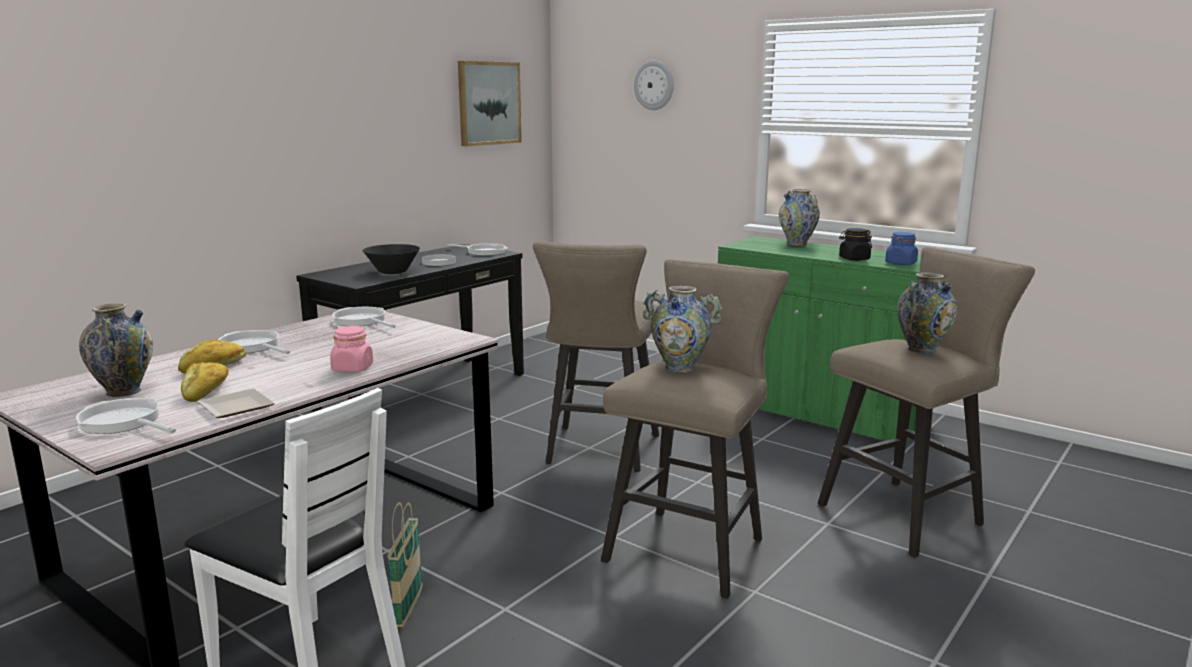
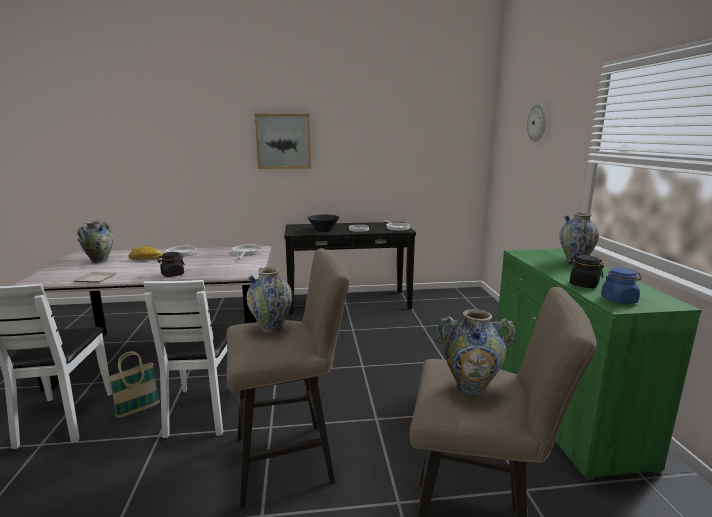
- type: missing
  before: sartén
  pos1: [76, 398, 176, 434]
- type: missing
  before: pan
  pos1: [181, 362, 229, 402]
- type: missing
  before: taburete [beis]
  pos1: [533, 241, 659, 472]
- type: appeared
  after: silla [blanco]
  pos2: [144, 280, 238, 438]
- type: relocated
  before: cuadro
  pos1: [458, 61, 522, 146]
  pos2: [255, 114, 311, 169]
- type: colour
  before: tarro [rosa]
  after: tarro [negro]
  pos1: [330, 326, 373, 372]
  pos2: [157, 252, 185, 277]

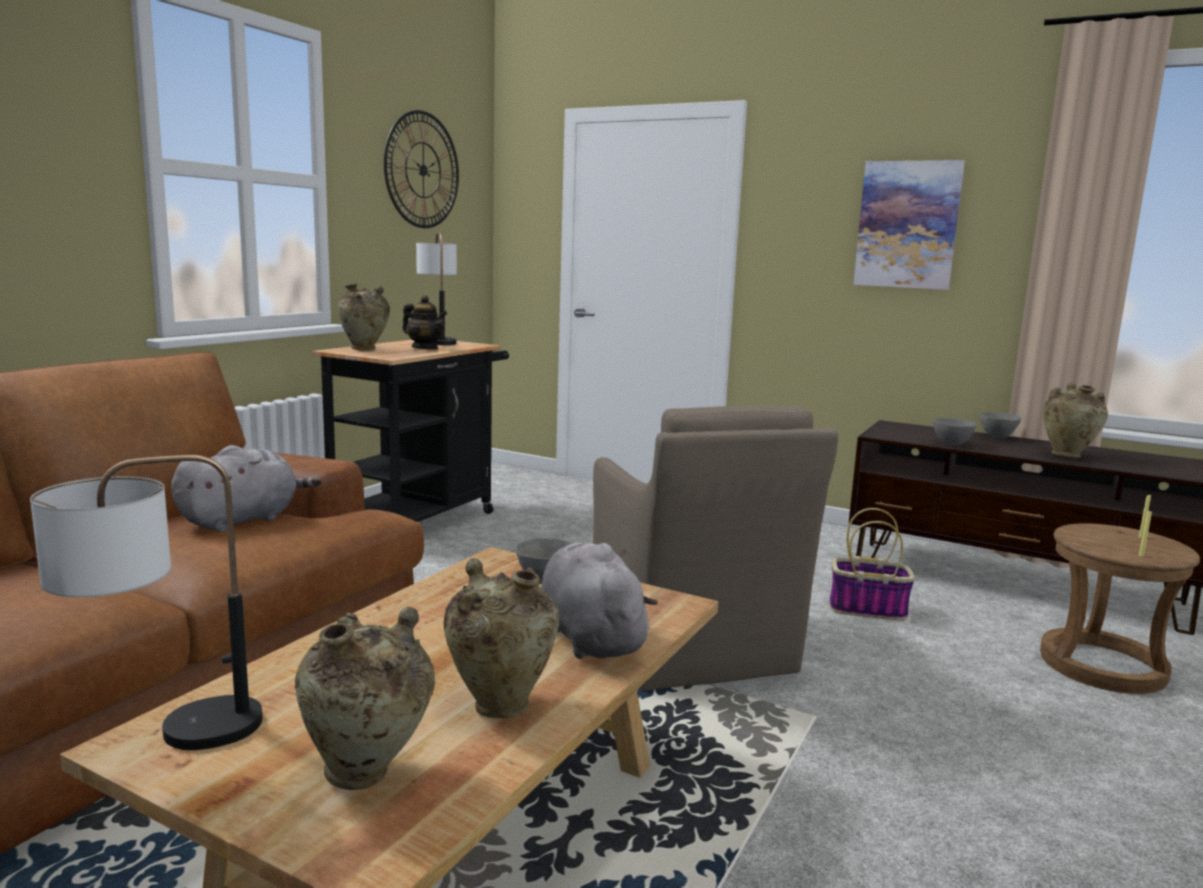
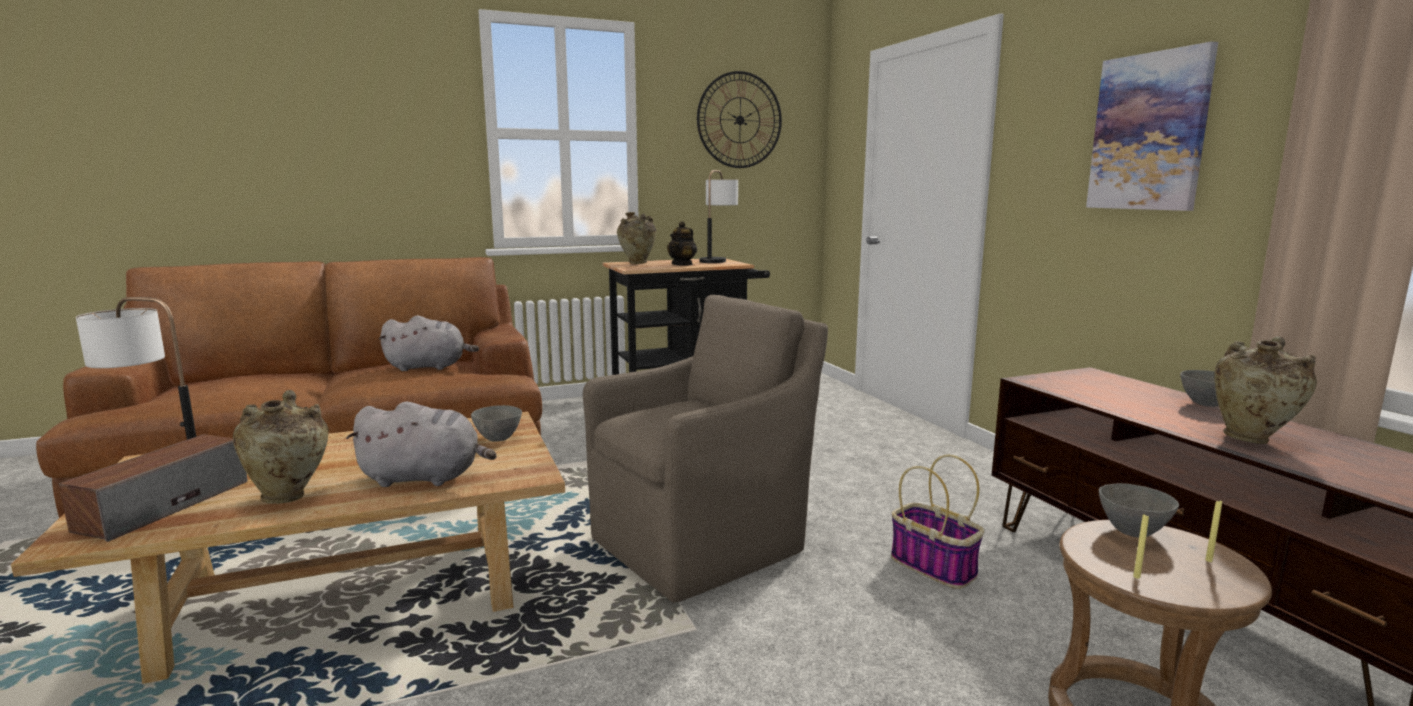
- type: relocated
  before: cuenco [gris]
  pos1: [933, 418, 977, 446]
  pos2: [1099, 483, 1179, 537]
- type: exchanged
  before: florero [beis]
  after: altavoz
  pos1: [295, 607, 435, 790]
  pos2: [59, 434, 248, 542]
- type: spun
  before: tetera
  pos1: [402, 295, 447, 349]
  pos2: [667, 221, 697, 266]
  turn: 45
- type: spun
  before: peluche [gris]
  pos1: [541, 543, 658, 659]
  pos2: [346, 401, 497, 487]
  turn: 75
- type: spun
  before: sillón [marrón]
  pos1: [593, 406, 838, 691]
  pos2: [583, 295, 828, 602]
  turn: -150

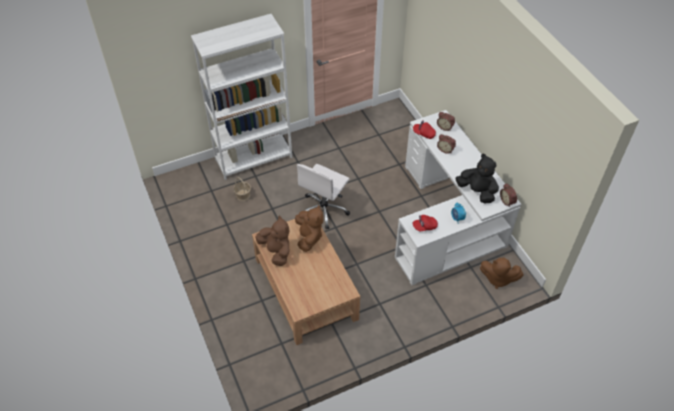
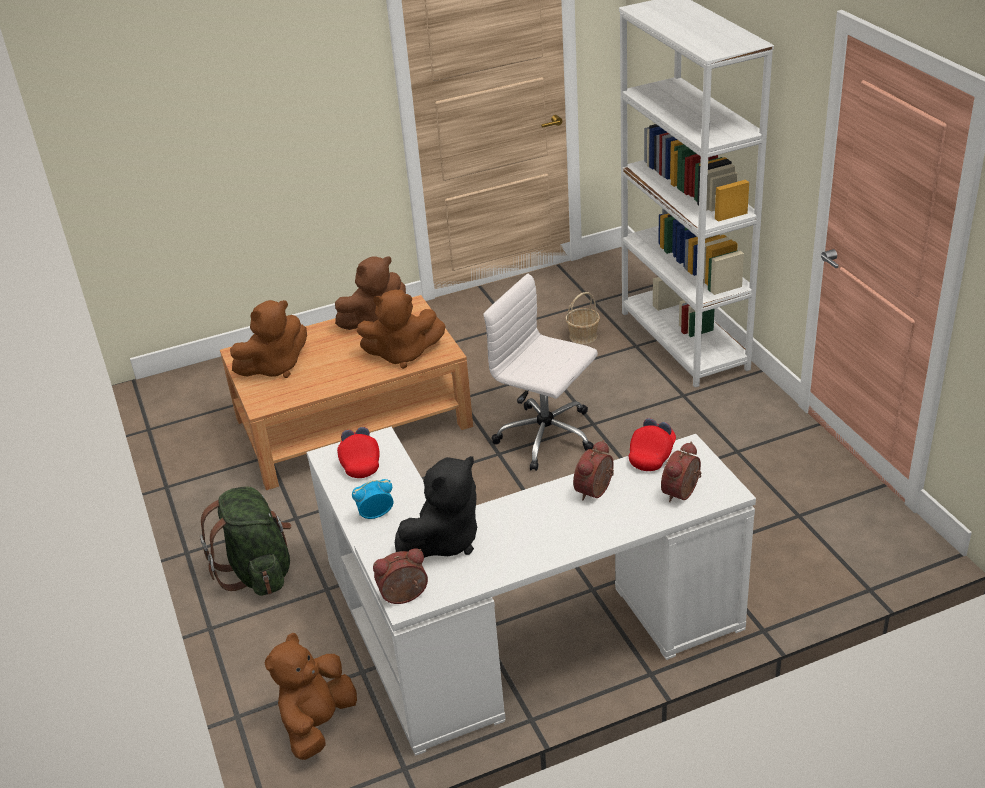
- type: appeared
  after: mochila [verde]
  pos2: [200, 487, 291, 596]
- type: appeared
  after: peluche [marrón]
  pos2: [230, 300, 307, 378]

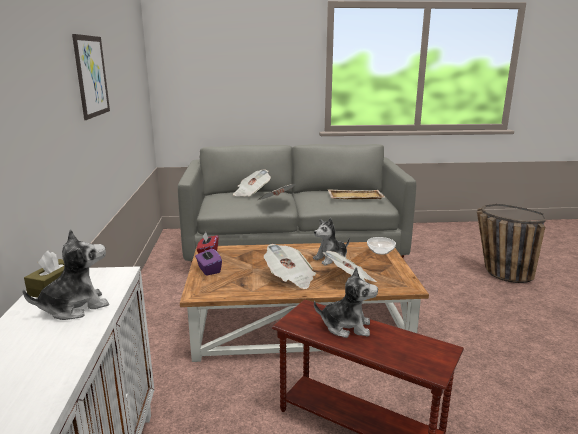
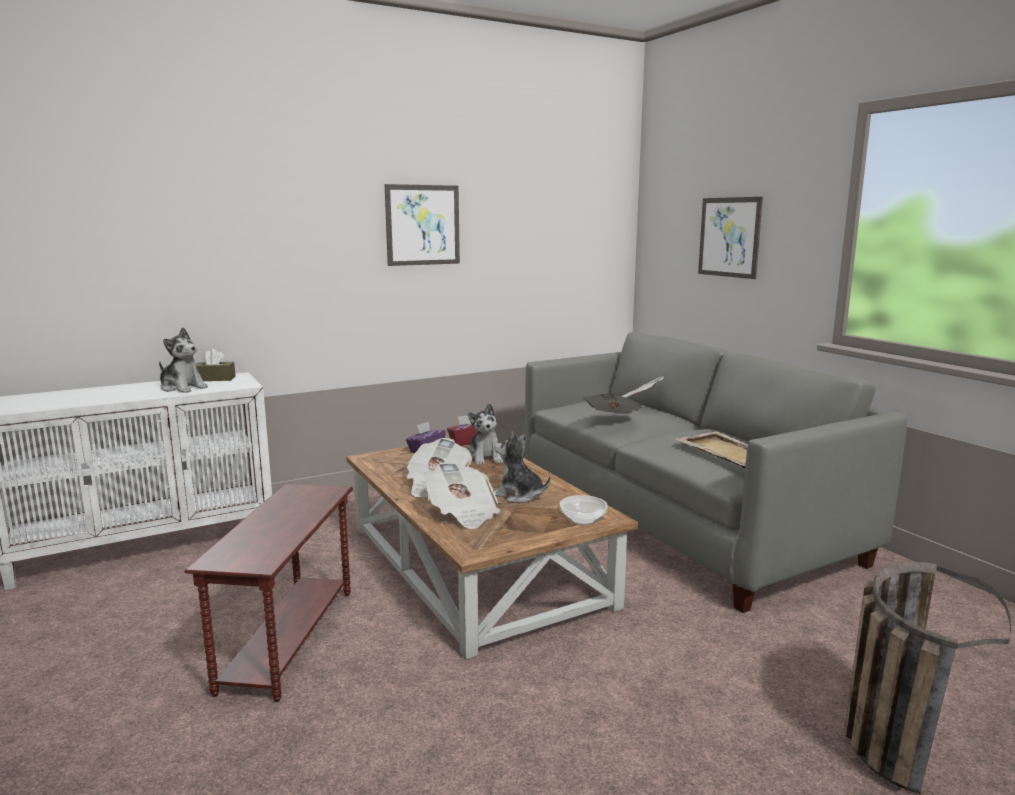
- type: appeared
  after: cuadro
  pos2: [698, 197, 763, 279]
- type: relocated
  before: peluche
  pos1: [314, 267, 378, 338]
  pos2: [468, 403, 503, 465]

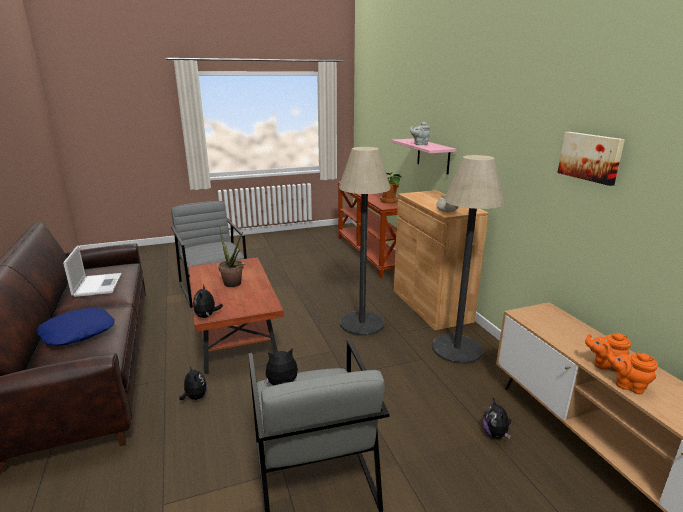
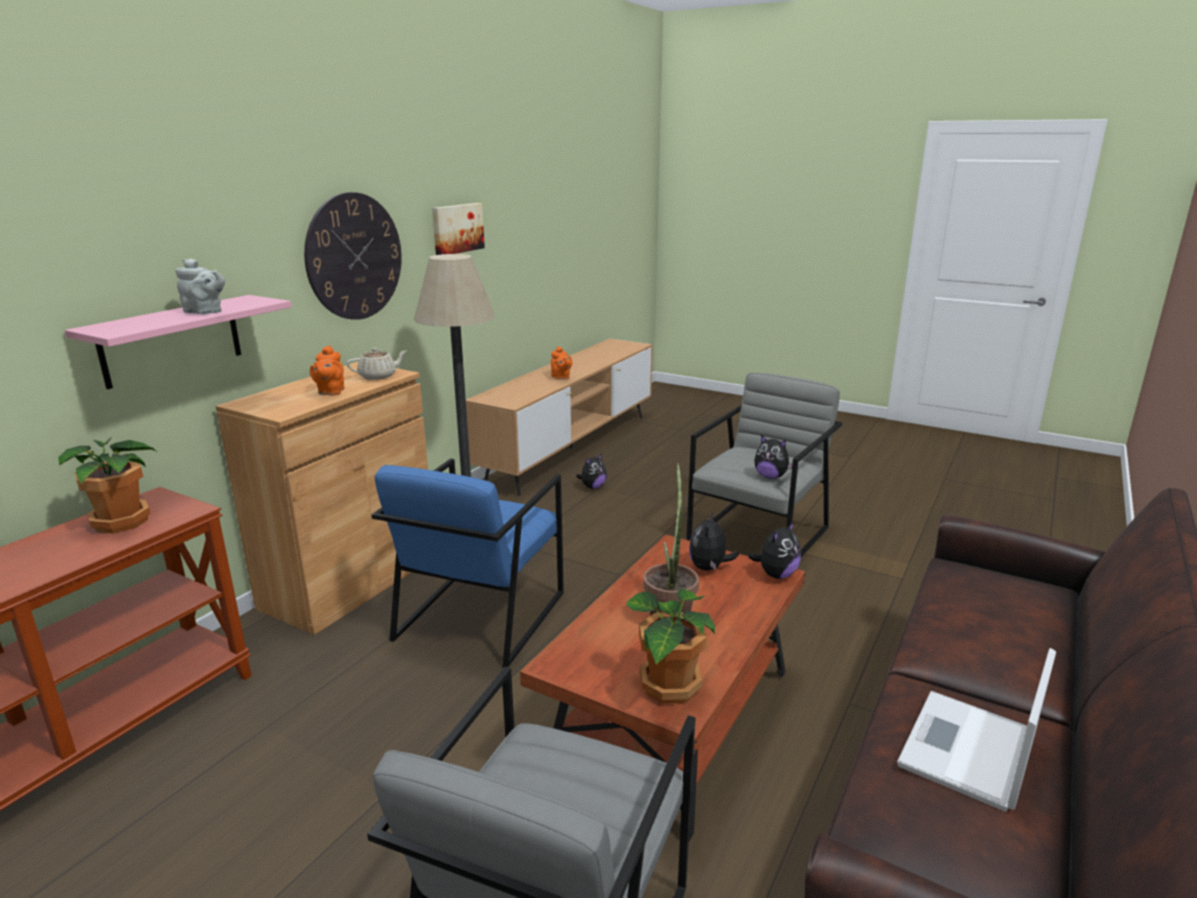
- type: missing
  before: cojín [azul]
  pos1: [37, 307, 115, 346]
- type: appeared
  after: reloj de pared
  pos2: [304, 192, 402, 320]
- type: appeared
  after: planta en maceta
  pos2: [626, 588, 715, 704]
- type: relocated
  before: peluche
  pos1: [179, 366, 207, 400]
  pos2: [689, 512, 739, 571]
- type: relocated
  before: tetera [naranja]
  pos1: [607, 349, 658, 394]
  pos2: [310, 345, 345, 396]
- type: exchanged
  before: lámpara de pie
  after: sillón [azul]
  pos1: [339, 147, 391, 336]
  pos2: [371, 459, 564, 668]

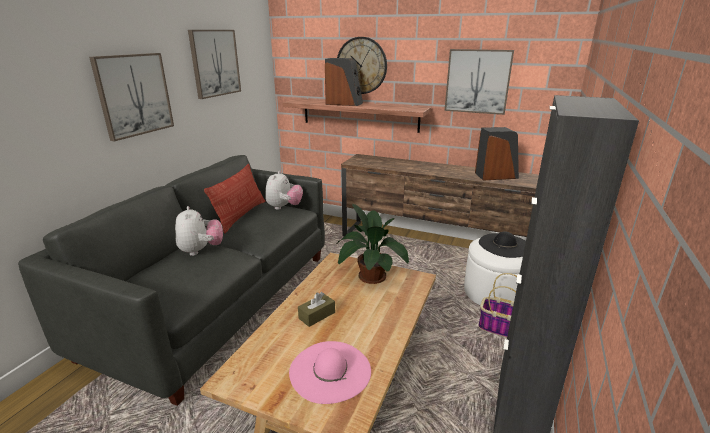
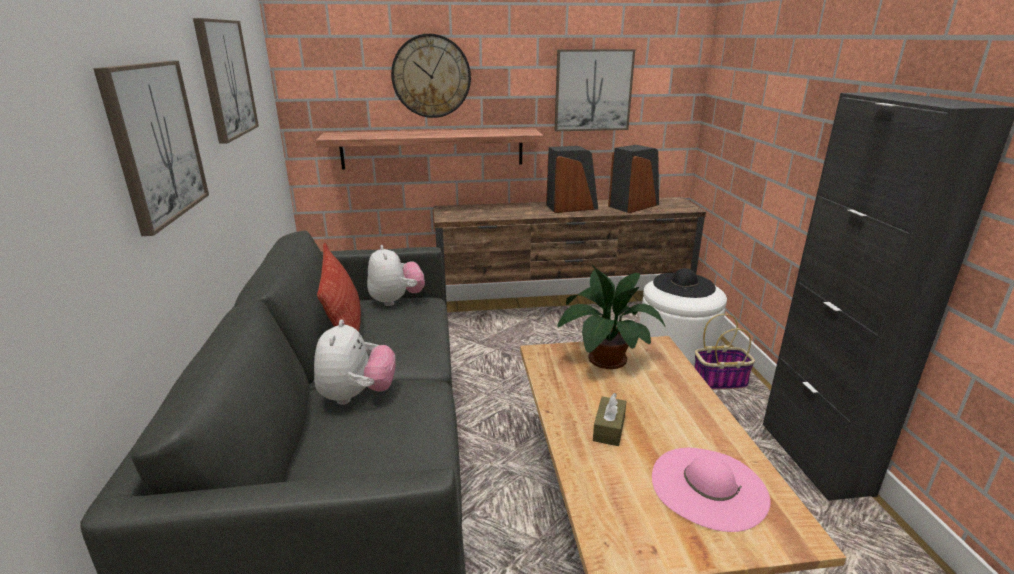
- type: relocated
  before: altavoz
  pos1: [325, 58, 363, 106]
  pos2: [546, 146, 598, 213]
- type: spun
  before: peluche
  pos1: [175, 206, 223, 256]
  pos2: [314, 320, 396, 405]
  turn: 45

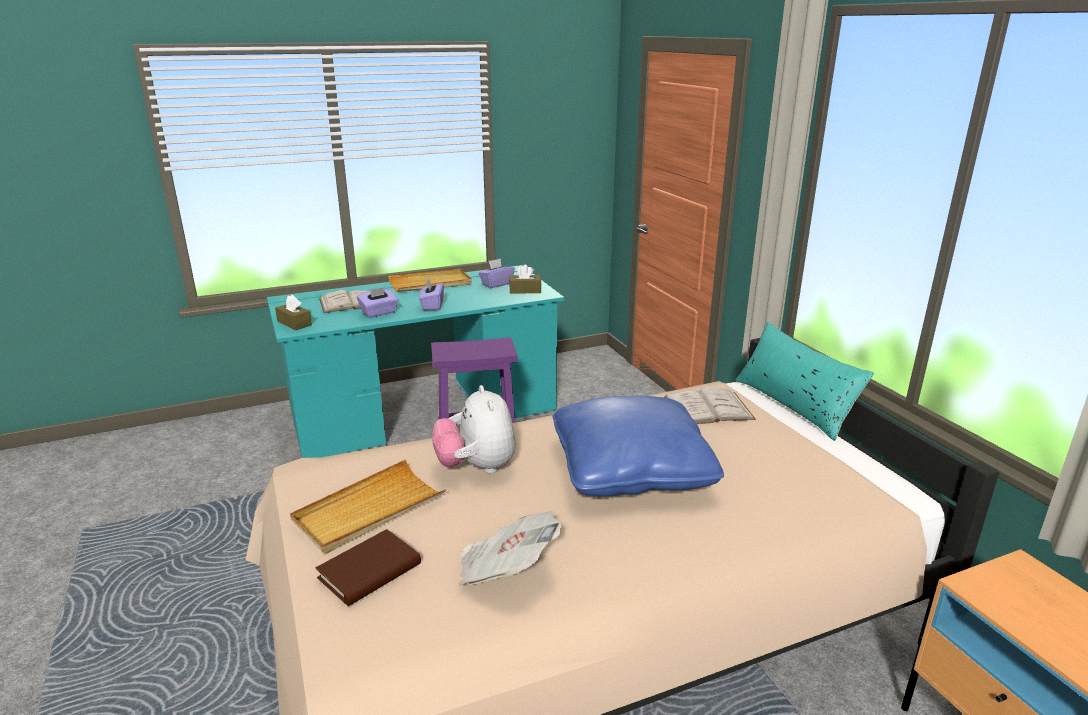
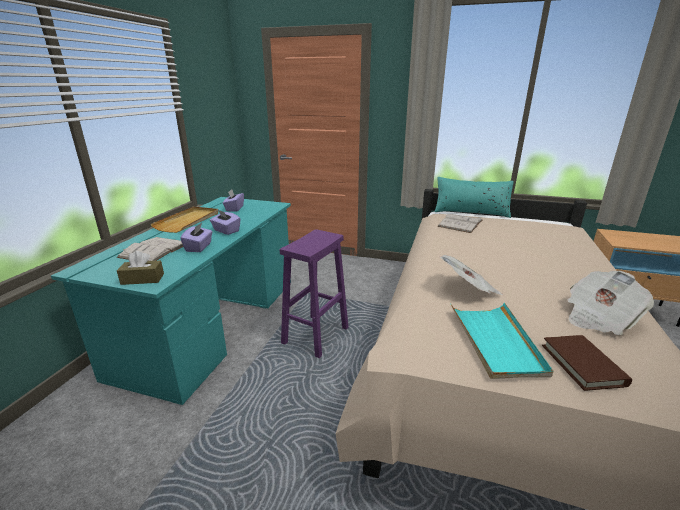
- type: missing
  before: caja de pañuelos [marrón]
  pos1: [509, 265, 542, 294]
- type: missing
  before: cojín [azul]
  pos1: [553, 396, 724, 496]
- type: exchanged
  before: peluche
  after: periódico
  pos1: [433, 385, 516, 474]
  pos2: [439, 255, 503, 295]
- type: colour
  before: bandeja [beis]
  after: bandeja [turquesa]
  pos1: [290, 459, 446, 554]
  pos2: [451, 303, 553, 379]

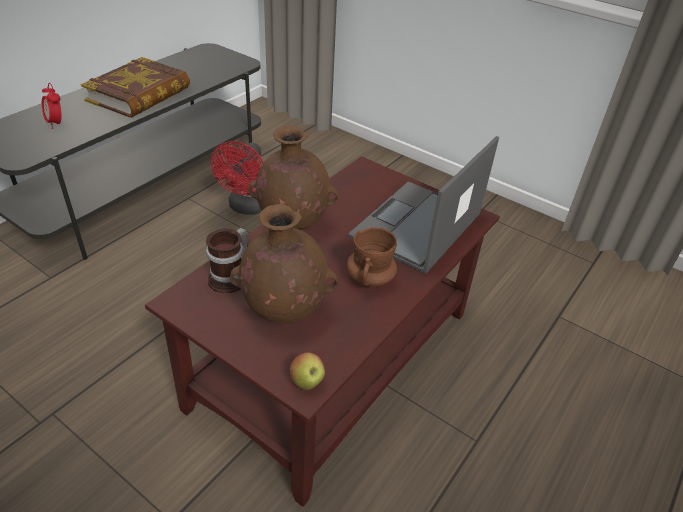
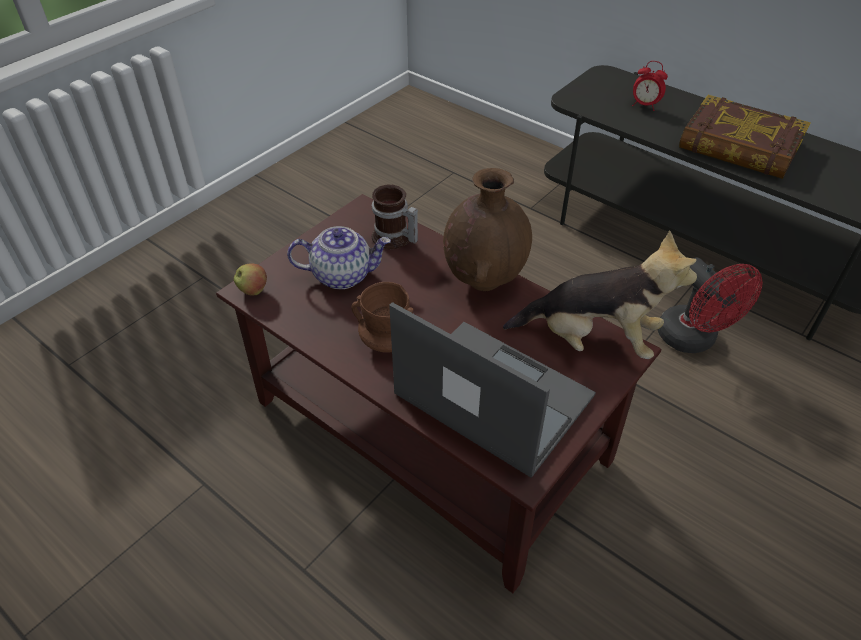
- type: appeared
  after: peluche
  pos2: [503, 231, 697, 359]
- type: exchanged
  before: florero [marrón]
  after: tetera
  pos1: [230, 204, 338, 324]
  pos2: [287, 226, 391, 289]
- type: spun
  before: despertador
  pos1: [42, 83, 61, 129]
  pos2: [632, 61, 668, 111]
  turn: -120
- type: spun
  before: ventilador [rojo]
  pos1: [211, 141, 264, 215]
  pos2: [657, 258, 763, 353]
  turn: -135

